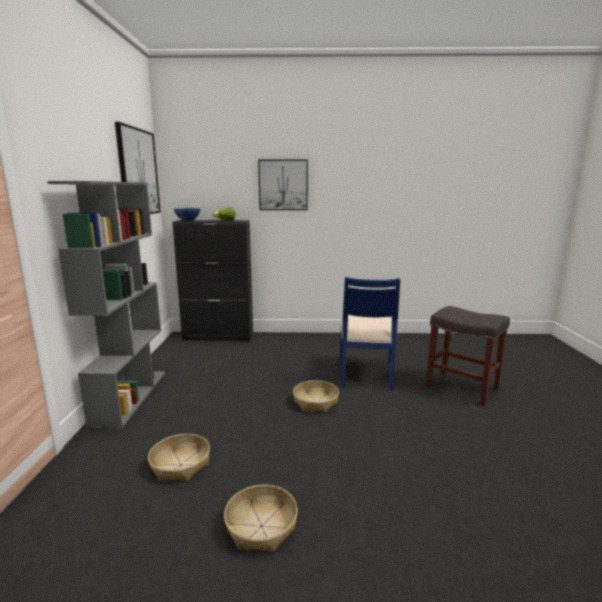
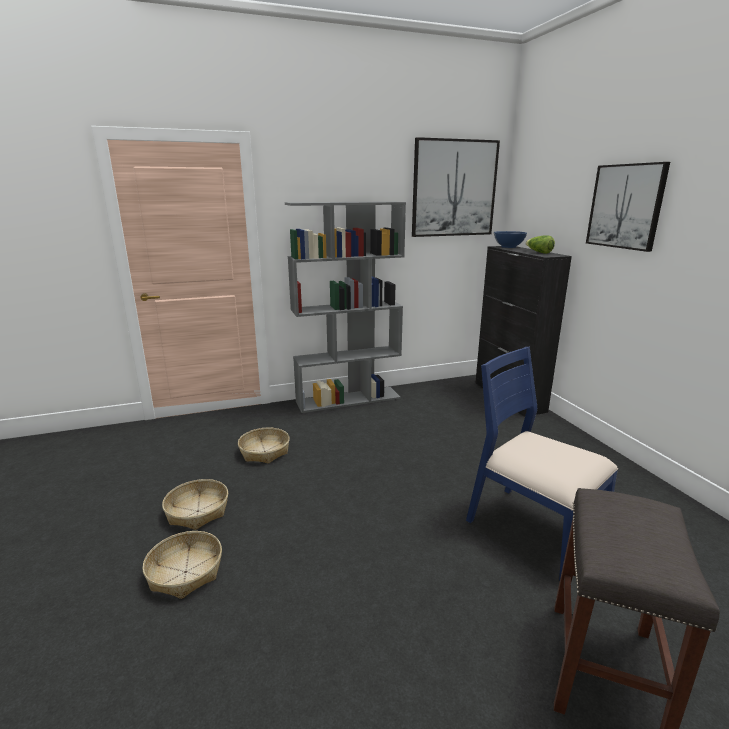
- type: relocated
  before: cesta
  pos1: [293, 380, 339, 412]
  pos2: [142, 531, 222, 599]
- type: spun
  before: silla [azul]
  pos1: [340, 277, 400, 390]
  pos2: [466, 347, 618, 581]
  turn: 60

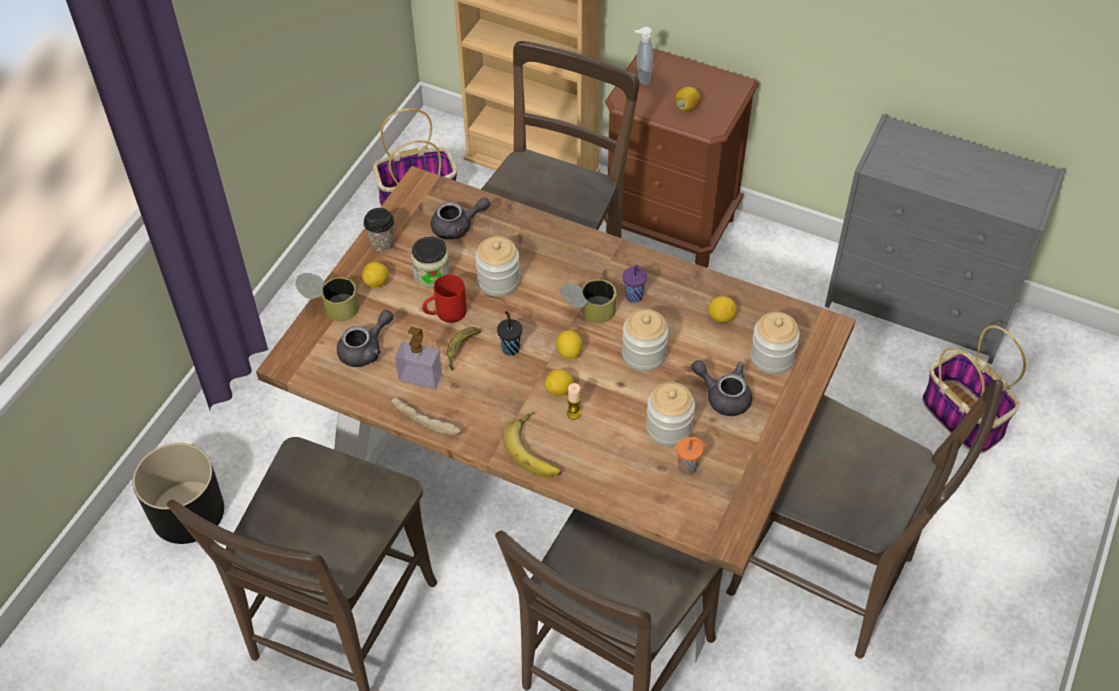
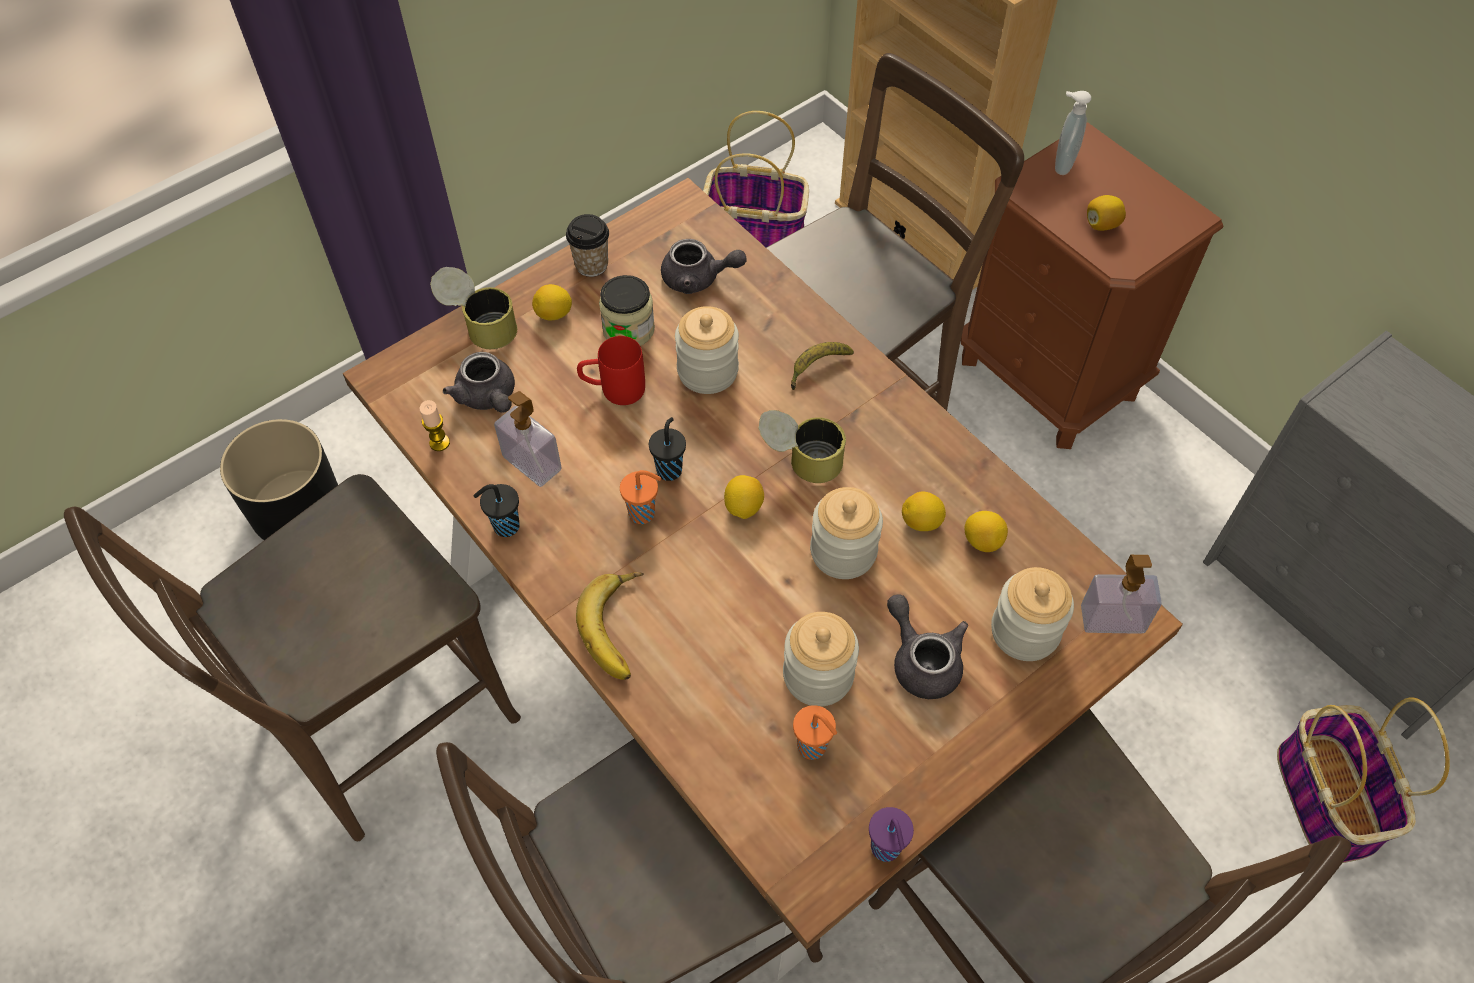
- type: appeared
  after: taza [naranja]
  pos2: [620, 470, 661, 524]
- type: appeared
  after: dispensador de jabón
  pos2: [1081, 555, 1161, 634]
- type: relocated
  before: plátano
  pos1: [447, 327, 481, 371]
  pos2: [791, 342, 854, 390]
- type: relocated
  before: limón
  pos1: [544, 369, 574, 396]
  pos2: [902, 492, 946, 531]
- type: relocated
  before: vela
  pos1: [567, 383, 582, 420]
  pos2: [420, 400, 450, 451]
- type: relocated
  before: taza [morado]
  pos1: [623, 265, 647, 303]
  pos2: [869, 807, 914, 862]
- type: exchanged
  before: pan
  after: taza [negro]
  pos1: [391, 398, 462, 435]
  pos2: [473, 484, 520, 537]
- type: spun
  before: tetera [gris]
  pos1: [337, 310, 393, 367]
  pos2: [443, 352, 515, 413]
  turn: 75

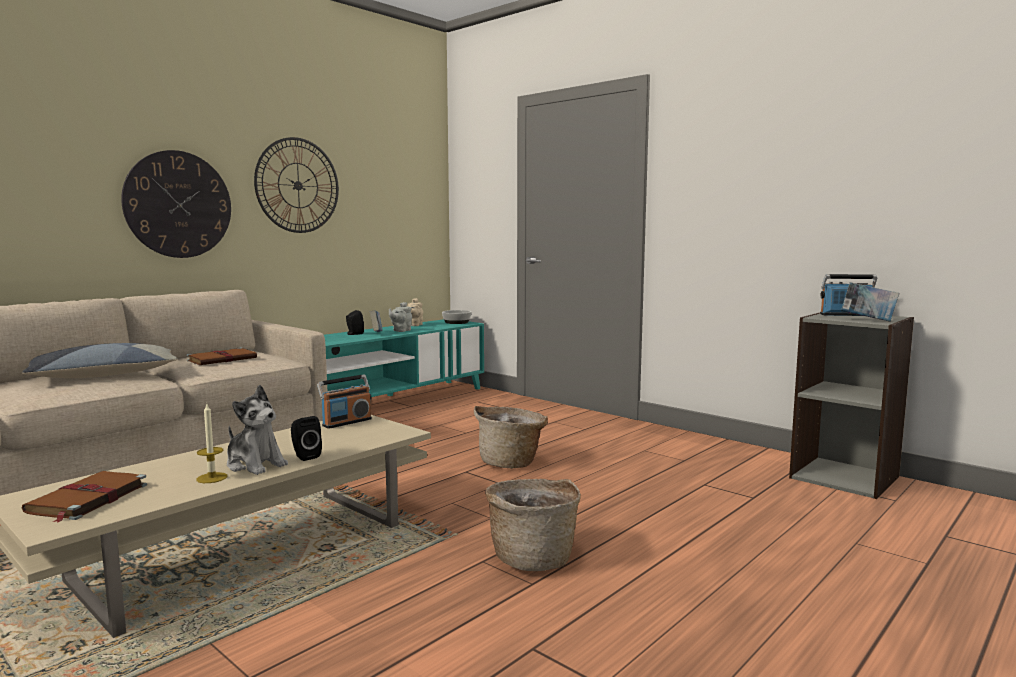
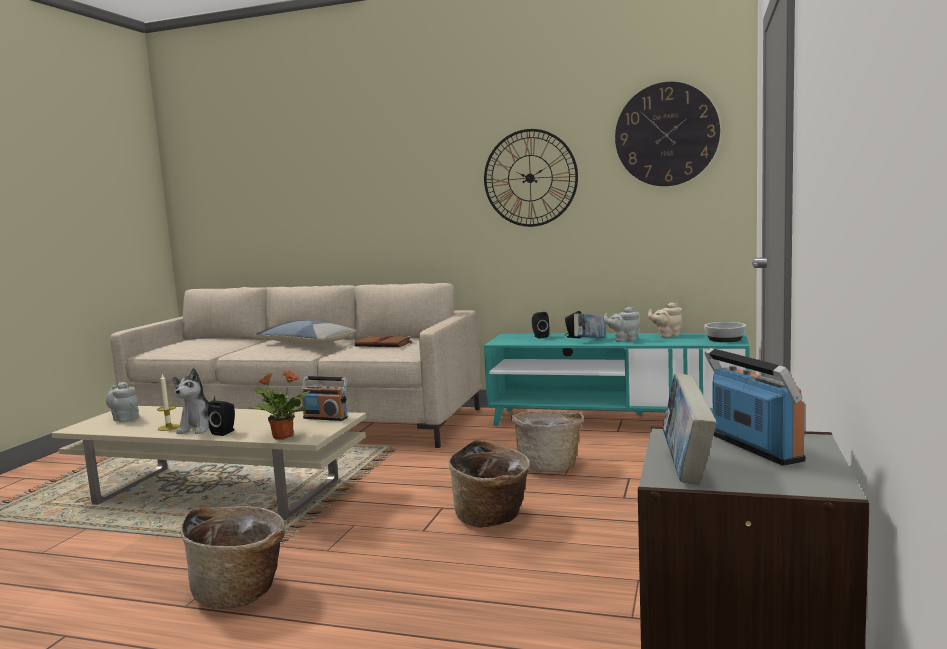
- type: appeared
  after: planta en maceta
  pos2: [249, 370, 310, 440]
- type: appeared
  after: cesta
  pos2: [511, 411, 584, 472]
- type: appeared
  after: altavoz [negro]
  pos2: [532, 312, 550, 338]
- type: relocated
  before: reloj de pared
  pos1: [121, 150, 231, 258]
  pos2: [615, 82, 720, 186]
- type: exchanged
  before: libro [marrón]
  after: tetera [gris]
  pos1: [22, 471, 147, 523]
  pos2: [106, 382, 139, 423]

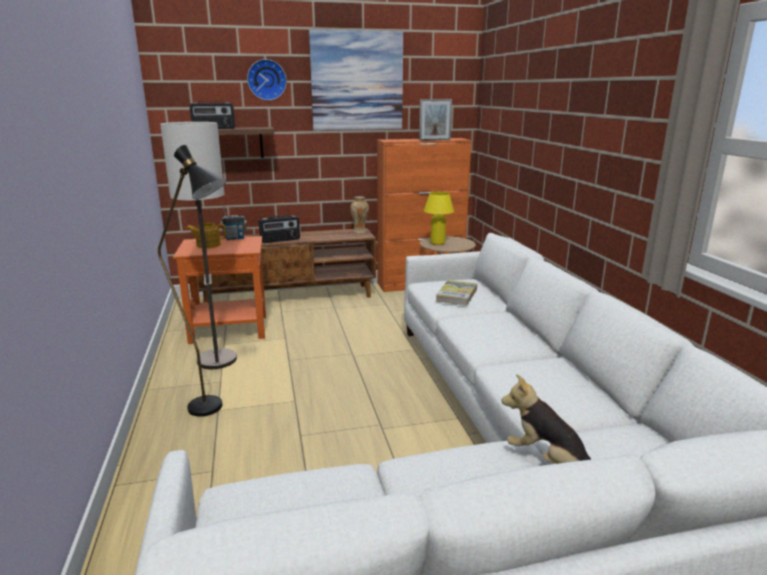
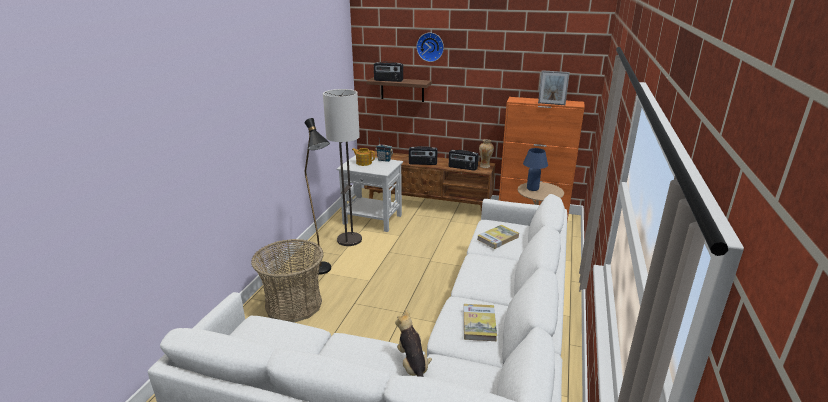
- type: missing
  before: cuadro
  pos1: [309, 29, 403, 131]
- type: appeared
  after: cesta
  pos2: [251, 239, 324, 323]
- type: appeared
  after: radio
  pos2: [449, 150, 479, 171]
- type: appeared
  after: libro
  pos2: [464, 304, 497, 341]
- type: colour
  before: mesa auxiliar [naranja]
  after: mesa auxiliar [blanco]
  pos1: [173, 236, 266, 344]
  pos2: [337, 155, 403, 232]
- type: colour
  before: lámpara de mesa [amarillo]
  after: lámpara de mesa [azul]
  pos1: [424, 192, 454, 245]
  pos2: [523, 148, 548, 191]

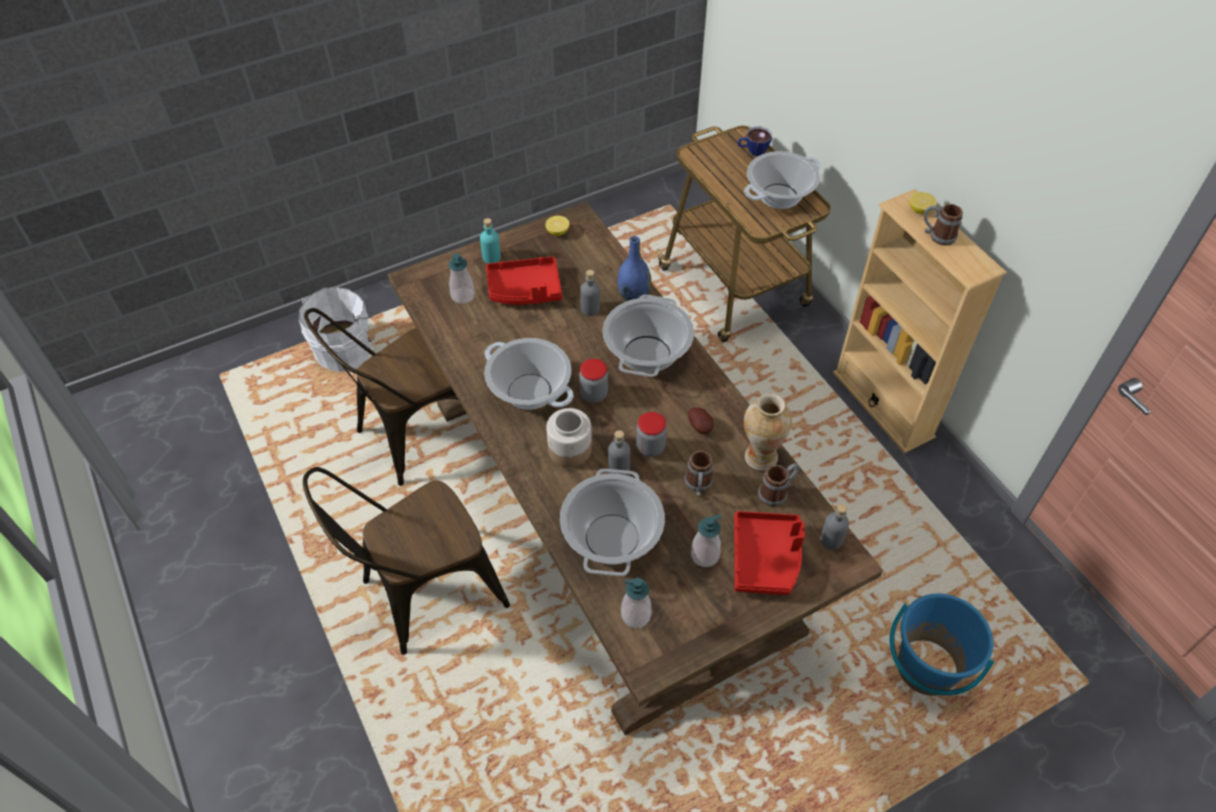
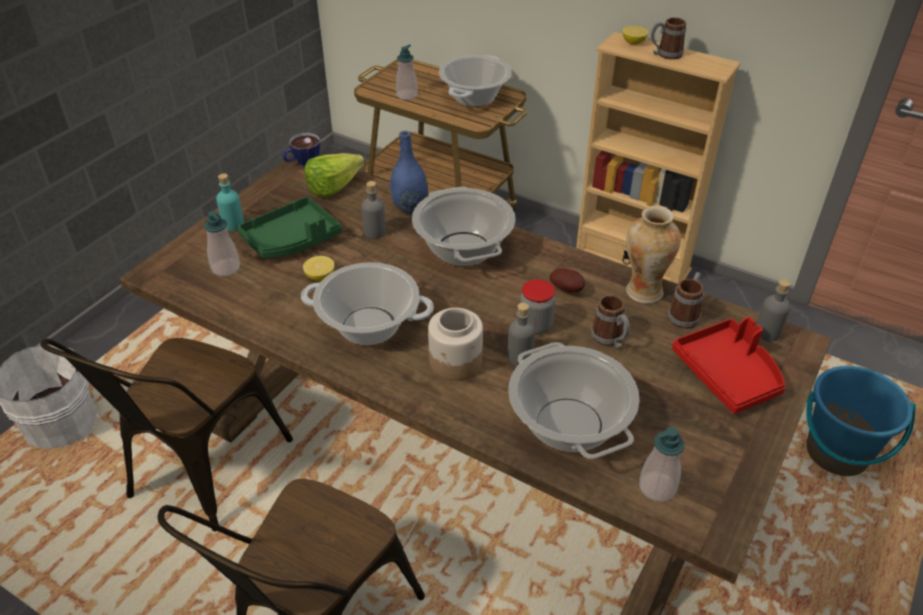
- type: missing
  before: tarro
  pos1: [579, 359, 608, 403]
- type: appeared
  after: lechuga
  pos2: [305, 153, 364, 198]
- type: relocated
  before: limón
  pos1: [545, 216, 570, 236]
  pos2: [303, 256, 335, 281]
- type: relocated
  before: dispensador de jabón
  pos1: [691, 514, 722, 567]
  pos2: [396, 45, 418, 100]
- type: relocated
  before: taza
  pos1: [738, 127, 772, 156]
  pos2: [283, 133, 320, 166]
- type: colour
  before: bandeja [rojo]
  after: bandeja [verde]
  pos1: [486, 257, 562, 305]
  pos2: [237, 196, 342, 259]

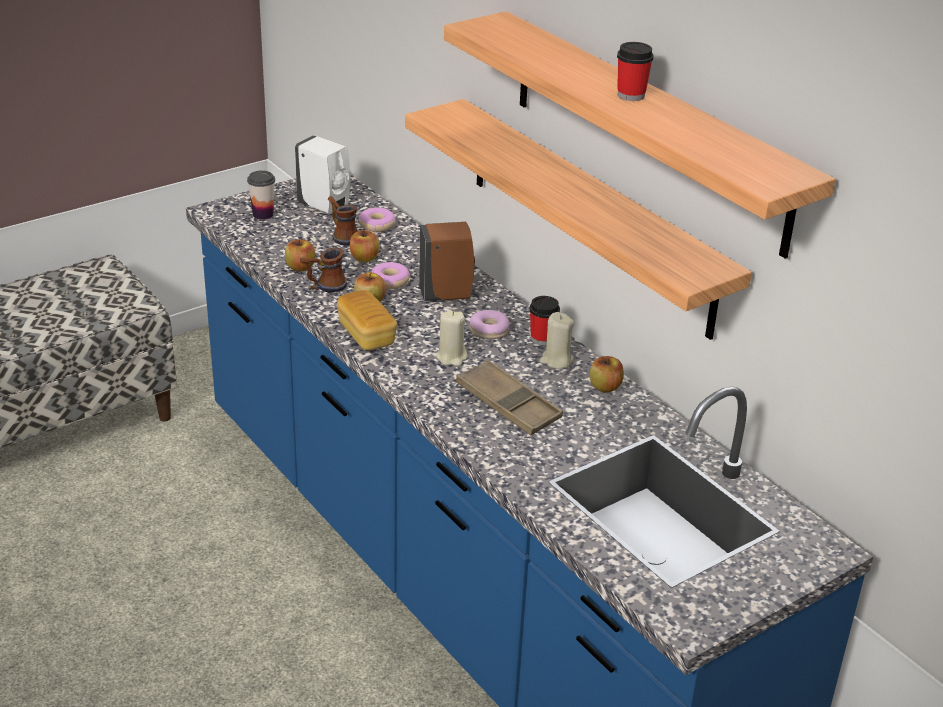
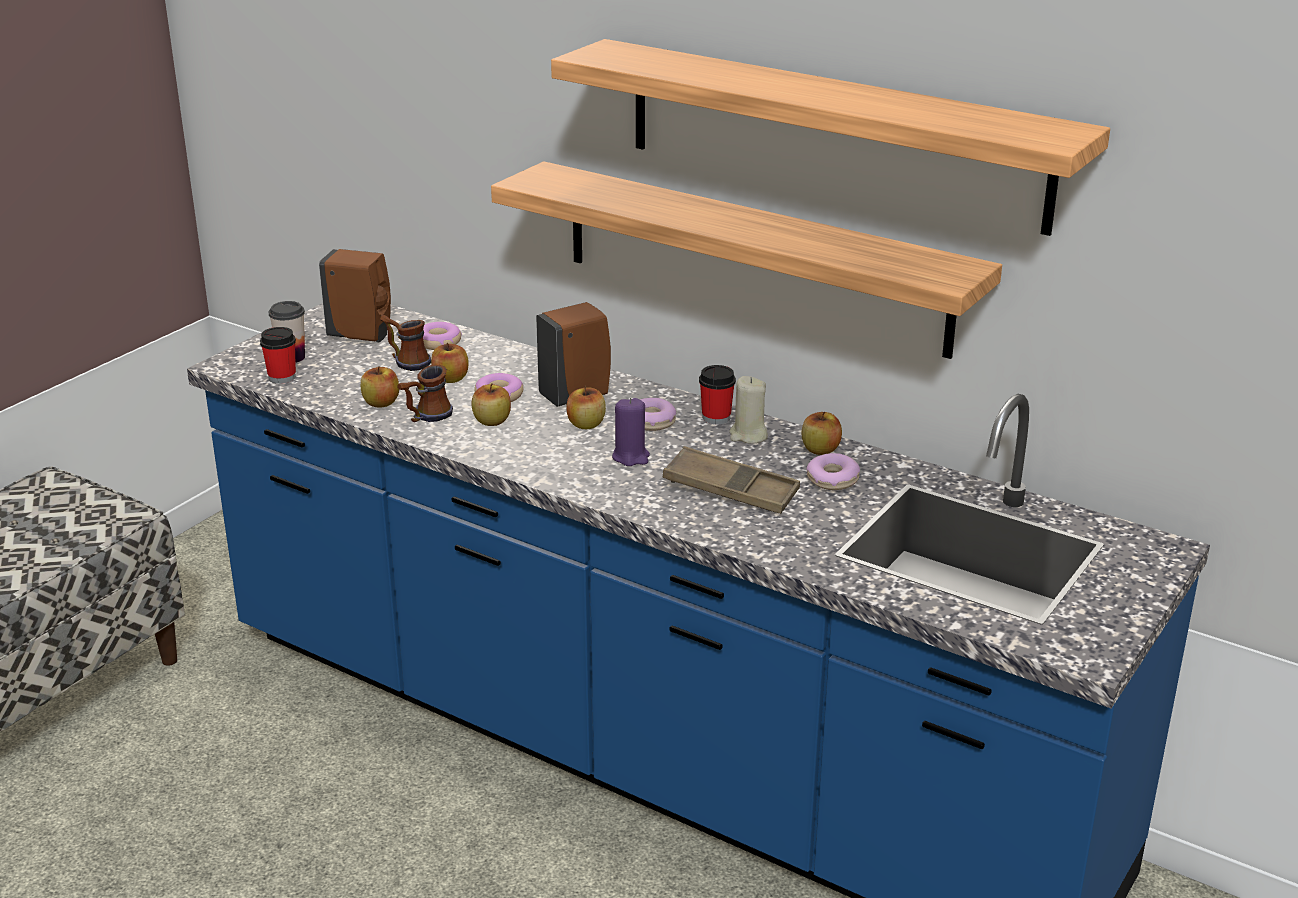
- type: missing
  before: pan
  pos1: [337, 290, 397, 351]
- type: appeared
  after: manzana
  pos2: [566, 386, 606, 429]
- type: appeared
  after: rosquilla
  pos2: [807, 453, 860, 490]
- type: relocated
  before: taza
  pos1: [617, 42, 654, 101]
  pos2: [260, 327, 296, 384]
- type: colour
  before: dispensador de jabón [blanco]
  after: dispensador de jabón [marrón]
  pos1: [295, 136, 350, 214]
  pos2: [319, 249, 391, 342]
- type: colour
  before: vela [beis]
  after: vela [morado]
  pos1: [436, 310, 467, 366]
  pos2: [612, 398, 650, 466]

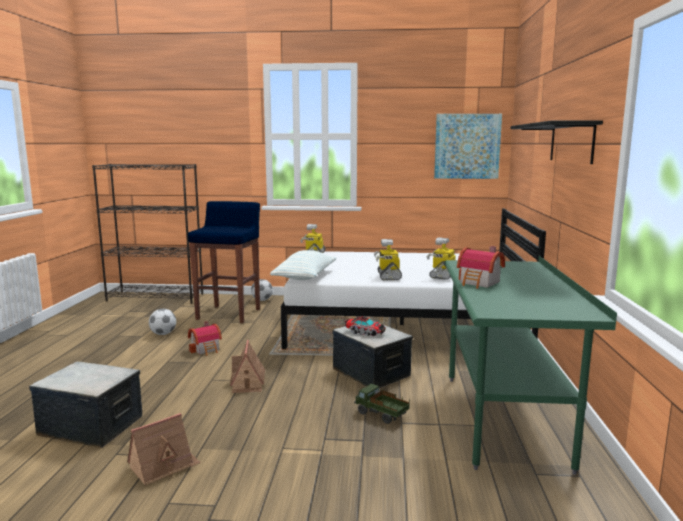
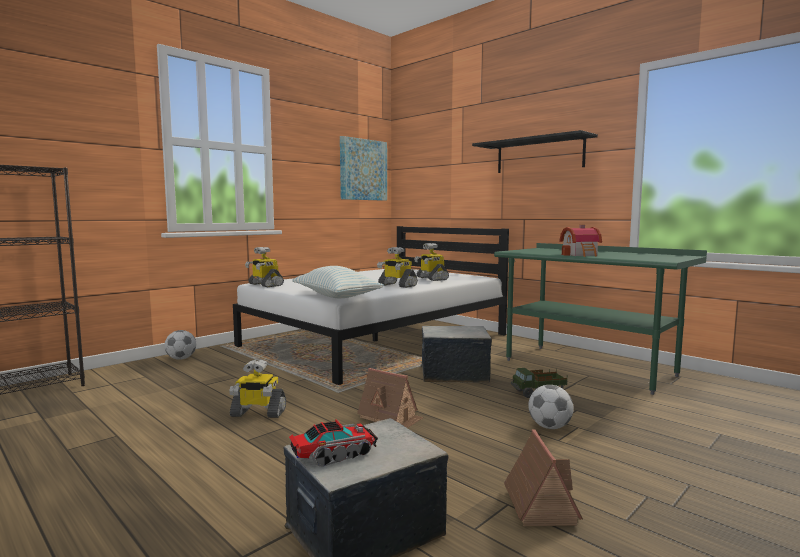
- type: missing
  before: taburete [azul]
  pos1: [188, 201, 260, 323]
- type: relocated
  before: balón de fútbol
  pos1: [149, 309, 176, 335]
  pos2: [528, 385, 574, 429]
- type: relocated
  before: camión de juguete
  pos1: [345, 316, 386, 336]
  pos2: [289, 419, 378, 467]
- type: exchanged
  before: casita
  after: robot de juguete
  pos1: [188, 321, 222, 355]
  pos2: [229, 359, 286, 418]

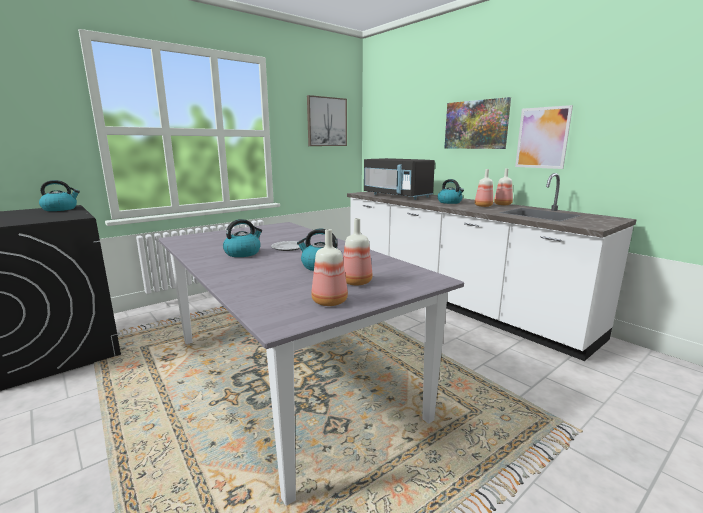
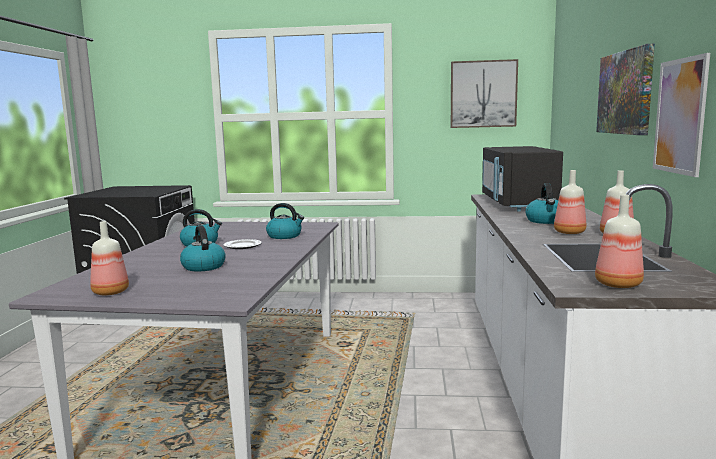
- type: relocated
  before: hervidor
  pos1: [39, 180, 80, 211]
  pos2: [266, 203, 304, 239]
- type: relocated
  before: botella
  pos1: [343, 218, 372, 286]
  pos2: [595, 195, 644, 288]

